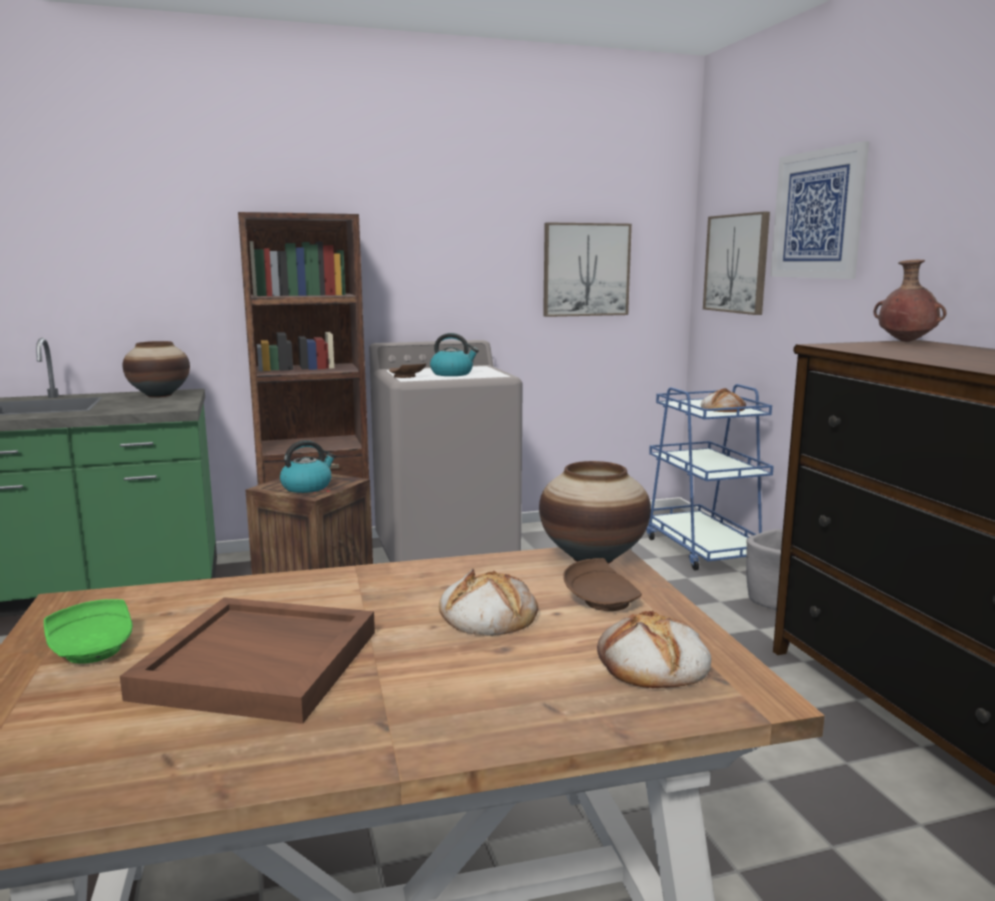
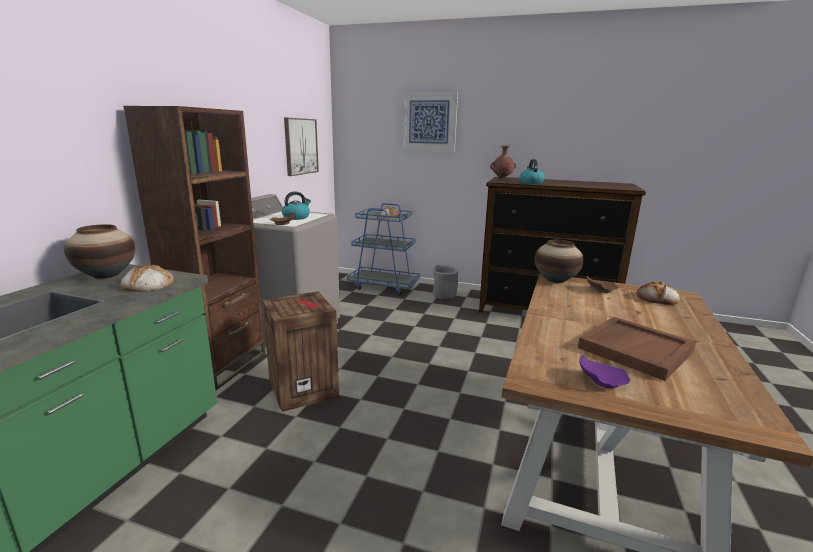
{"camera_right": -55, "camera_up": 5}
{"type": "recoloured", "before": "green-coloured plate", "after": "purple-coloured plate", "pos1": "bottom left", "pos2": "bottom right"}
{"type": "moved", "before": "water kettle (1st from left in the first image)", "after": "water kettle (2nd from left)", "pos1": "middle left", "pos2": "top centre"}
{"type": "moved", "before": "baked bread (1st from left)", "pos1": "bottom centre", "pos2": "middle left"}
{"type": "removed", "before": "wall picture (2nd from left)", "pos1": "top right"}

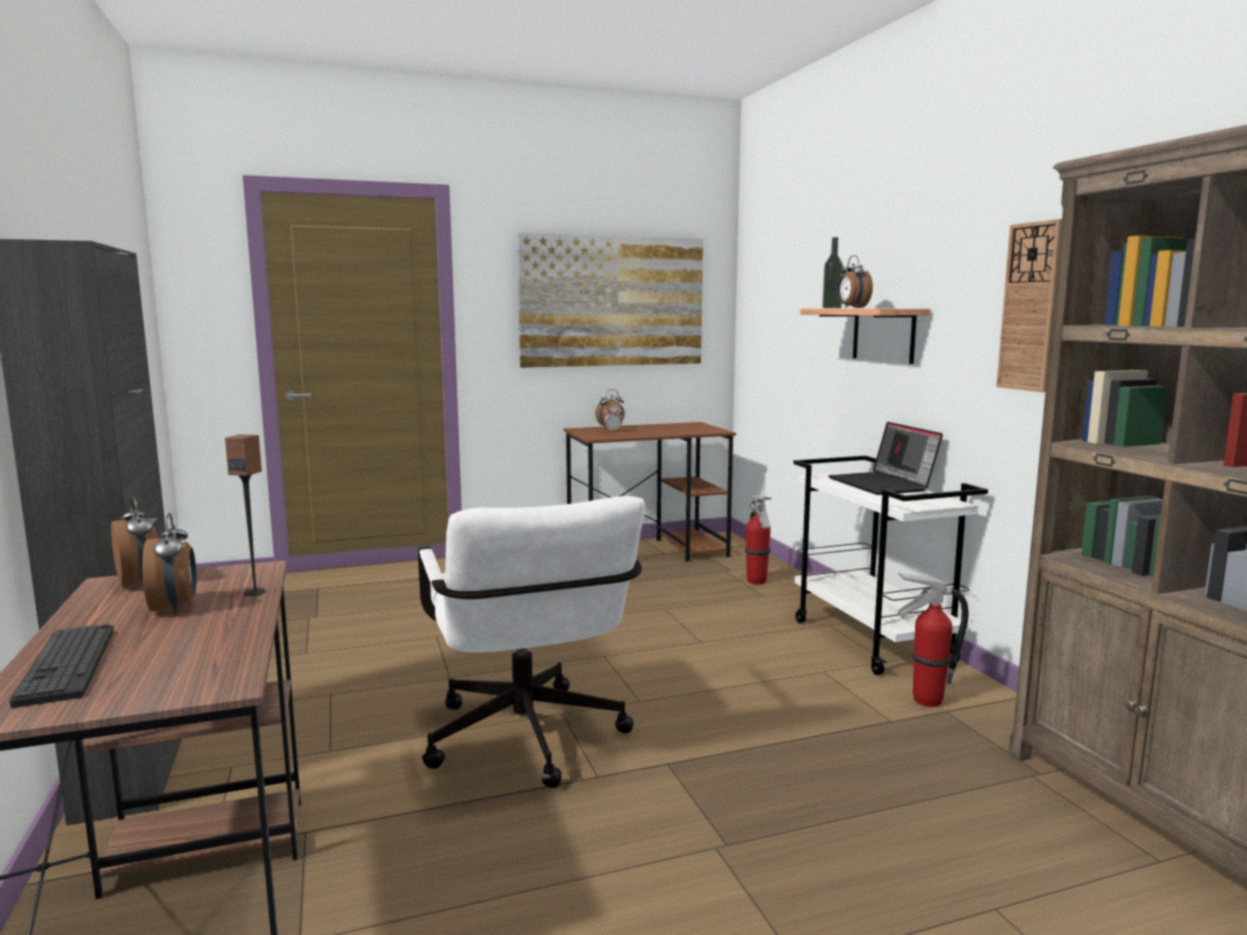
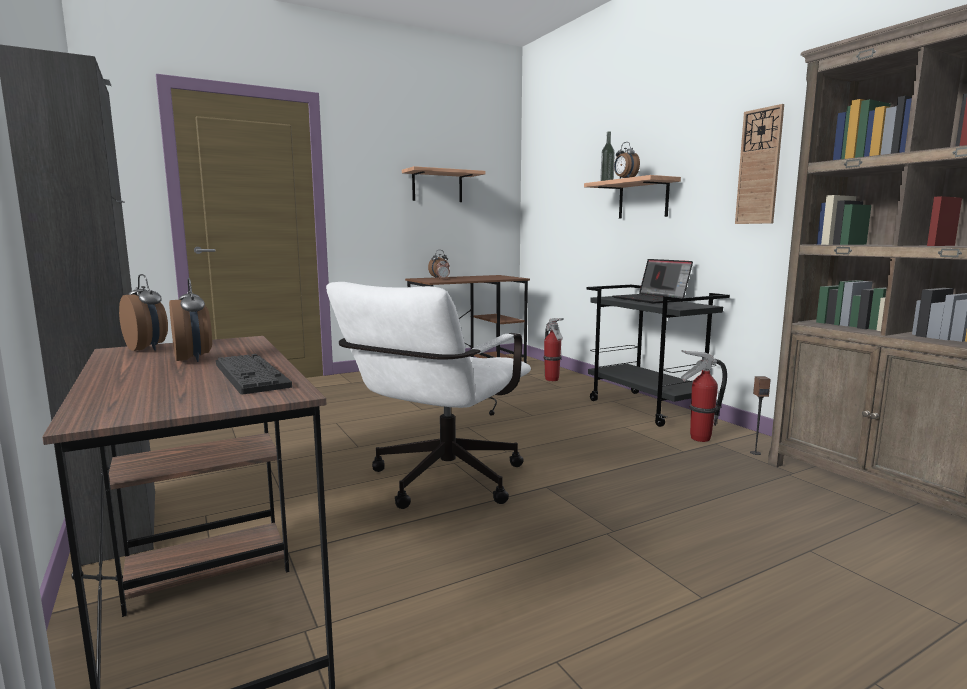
{"camera_right": -10, "camera_up": 0}
{"type": "moved", "before": "PC keyboard", "pos1": "bottom left", "pos2": "middle left"}
{"type": "moved", "before": "audio speaker", "pos1": "middle left", "pos2": "middle right"}
{"type": "turned", "before": "whitish computer chair", "pos1": "bottom centre", "pos2": "centre", "turn": 60}
{"type": "replaced", "before": "wall picture", "after": "shelf (1st from left)", "pos1": "top centre", "pos2": "top centre"}
{"type": "recoloured", "before": "whitish wheeled cart", "after": "black wheeled cart", "pos1": "middle right", "pos2": "middle right"}

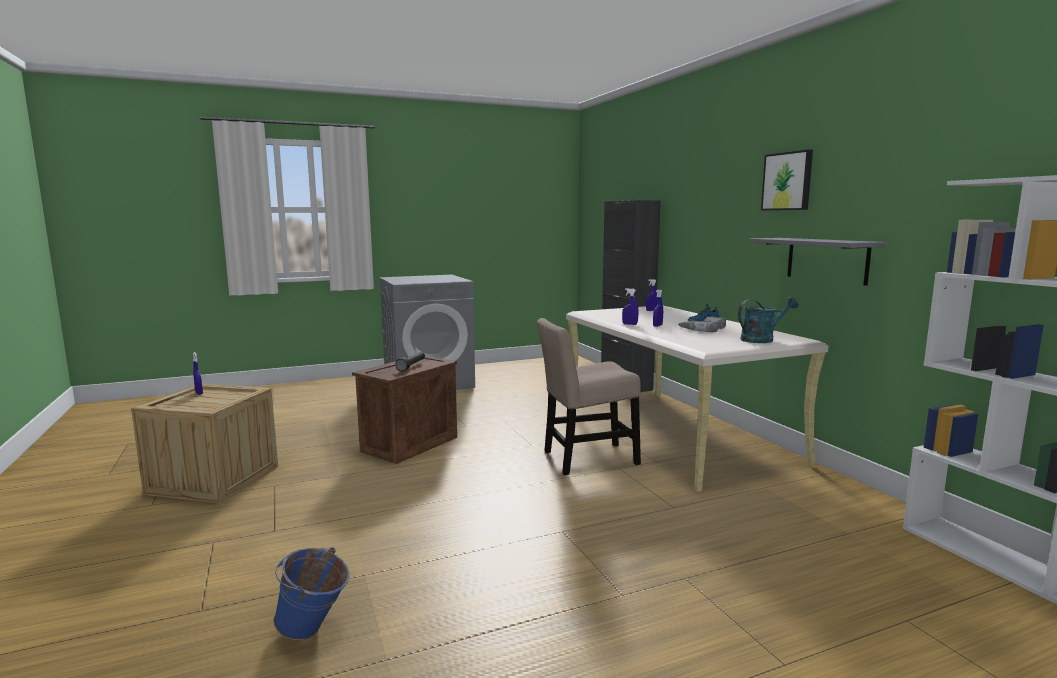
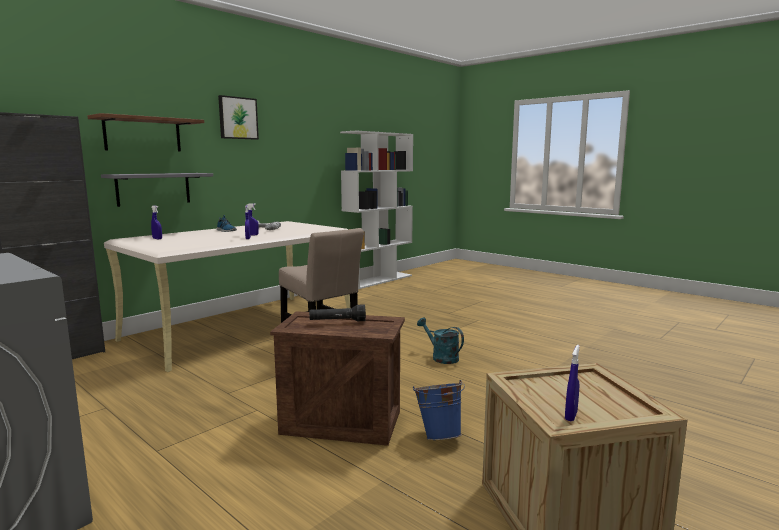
{"camera_right": -115, "camera_up": 0}
{"type": "moved", "before": "blue-coloured water bucket", "pos1": "bottom left", "pos2": "bottom centre"}
{"type": "moved", "before": "turquoise watering can", "pos1": "middle right", "pos2": "centre"}
{"type": "moved", "before": "gray shelf", "pos1": "middle right", "pos2": "middle left"}
{"type": "added", "after": "brownish shelf", "pos2": "top left"}

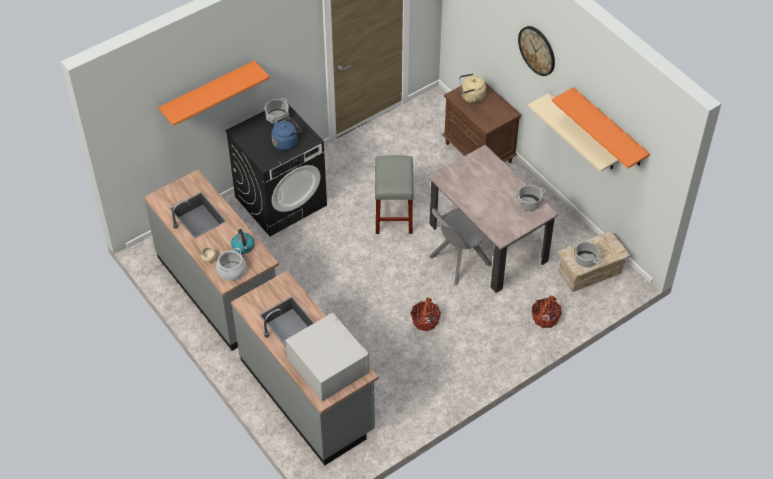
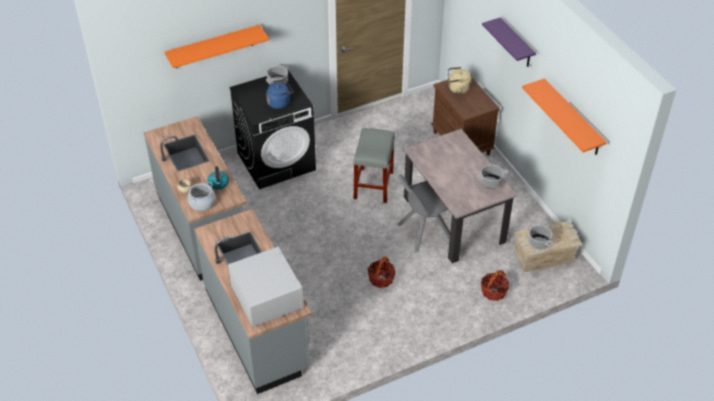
{"camera_right": 10, "camera_up": -5}
{"type": "replaced", "before": "wall clock", "after": "purple-coloured shelf", "pos1": "top right", "pos2": "top right"}
{"type": "removed", "before": "beige-coloured shelf", "pos1": "top right"}

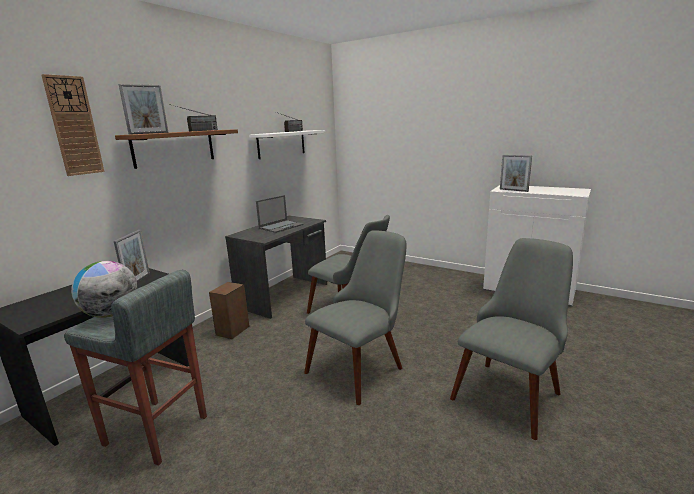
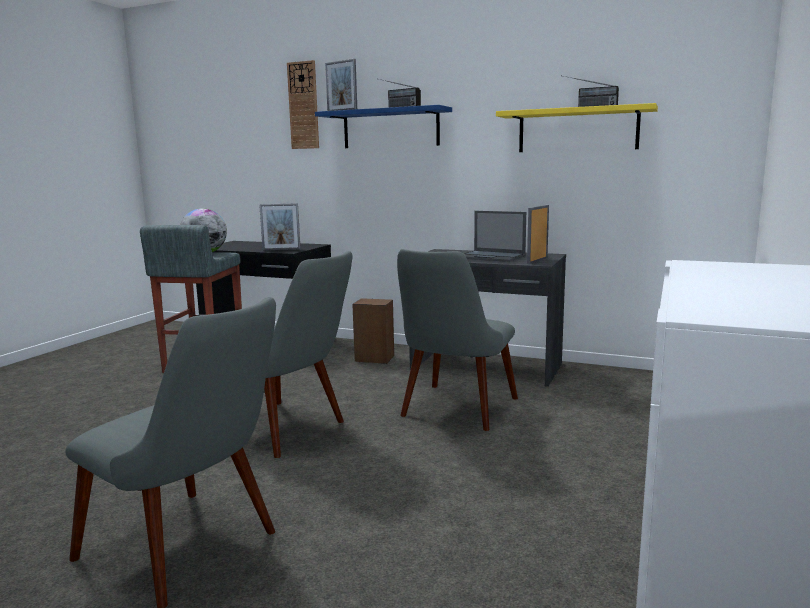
{"camera_right": 80, "camera_up": -5}
{"type": "recoloured", "before": "brownish shelf", "after": "blue-coloured shelf", "pos1": "top left", "pos2": "top centre"}
{"type": "recoloured", "before": "whitish shelf", "after": "yellow-coloured shelf", "pos1": "top centre", "pos2": "top right"}
{"type": "moved", "before": "picture frame (3rd from left)", "pos1": "middle right", "pos2": "centre"}

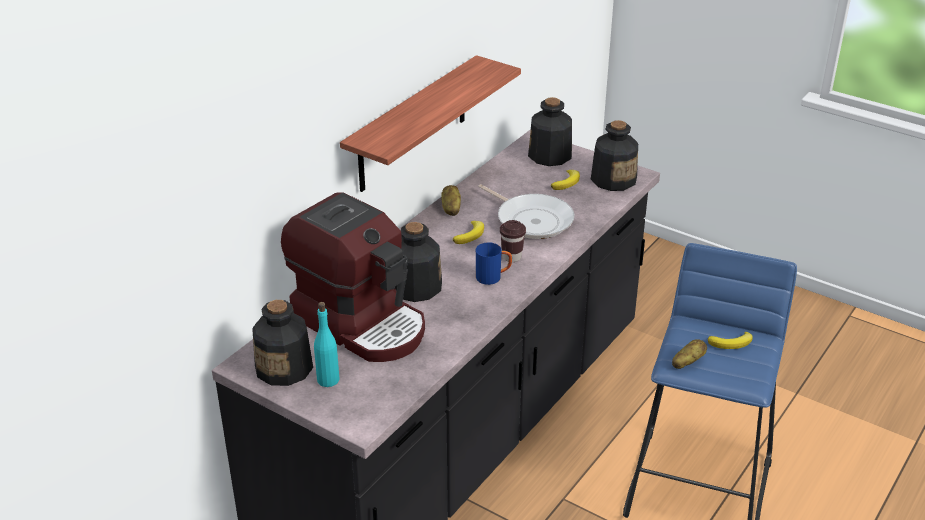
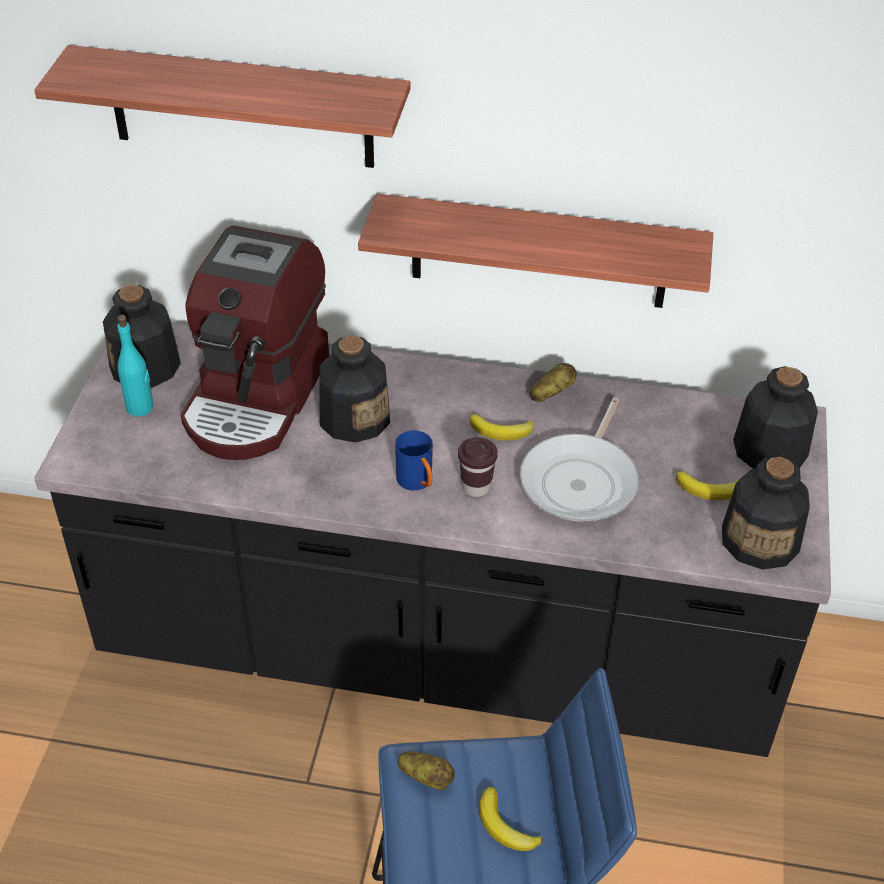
{"camera_right": 65, "camera_up": 10}
{"type": "added", "after": "shelf (1st from left)", "pos2": "top left"}

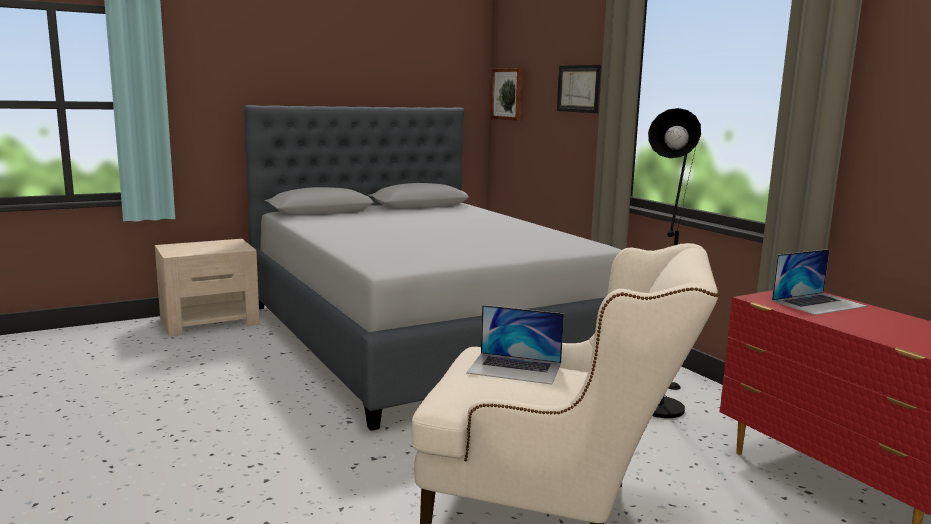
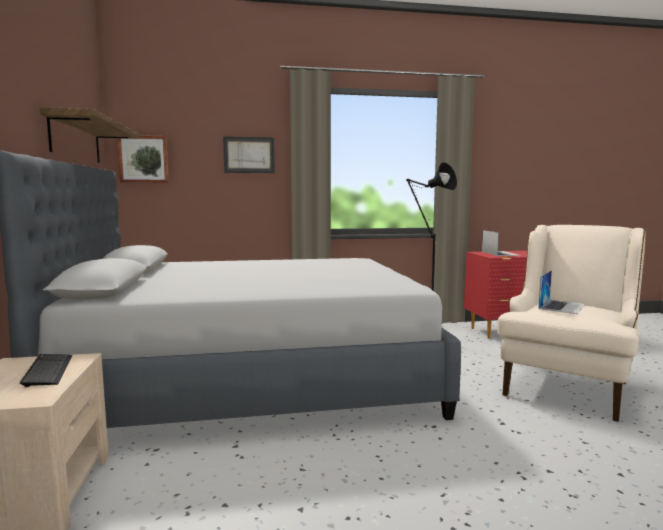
{"camera_right": -70, "camera_up": -5}
{"type": "added", "after": "PC keyboard", "pos2": "bottom left"}
{"type": "added", "after": "shelf", "pos2": "top left"}

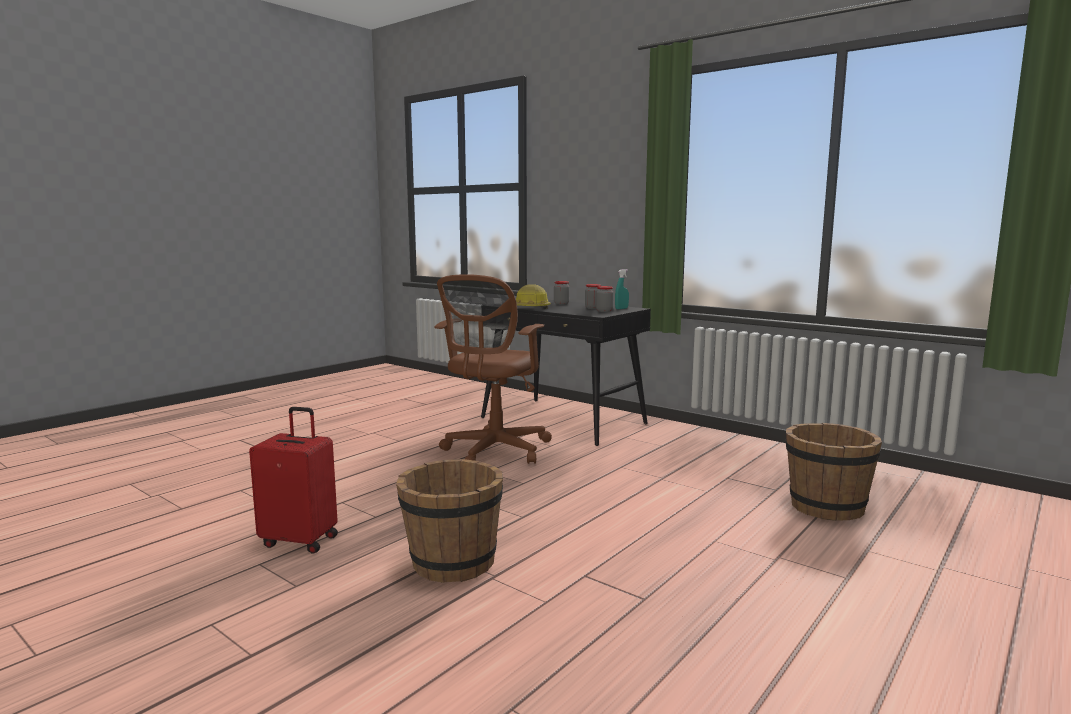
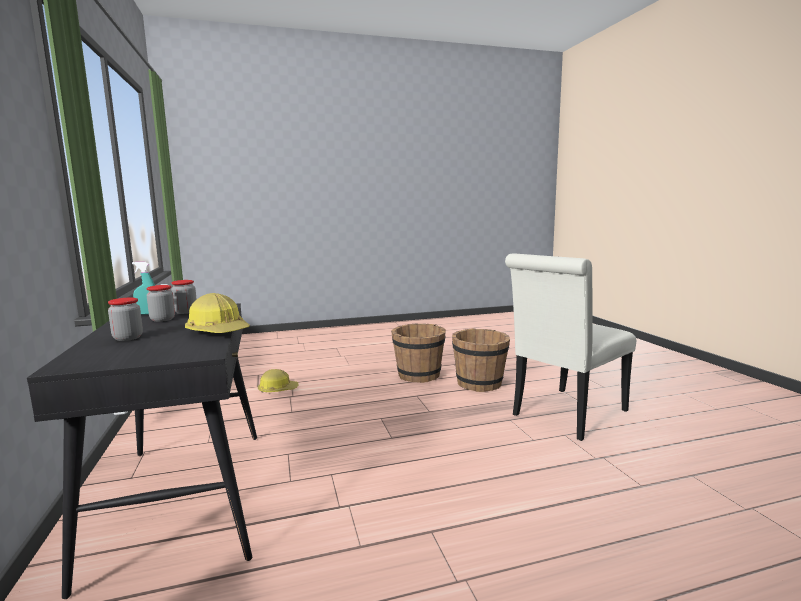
{"camera_right": -145, "camera_up": 0}
{"type": "replaced", "before": "reddish travel case", "after": "whitish plain chair", "pos1": "bottom left", "pos2": "middle right"}
{"type": "removed", "before": "brownish computer chair", "pos1": "centre"}
{"type": "moved", "before": "brownish water bucket (2nd from left in the first image)", "after": "brownish water bucket (1st from left)", "pos1": "middle right", "pos2": "centre"}
{"type": "added", "after": "safety helmet (2nd from left)", "pos2": "centre"}

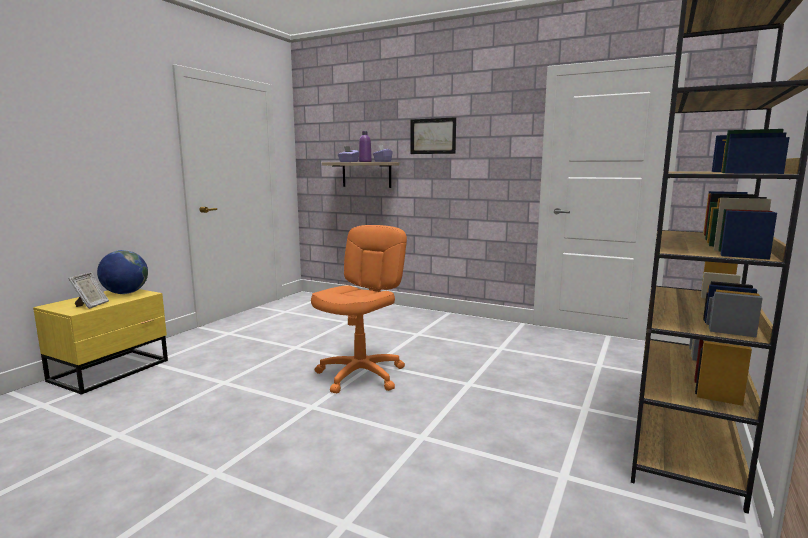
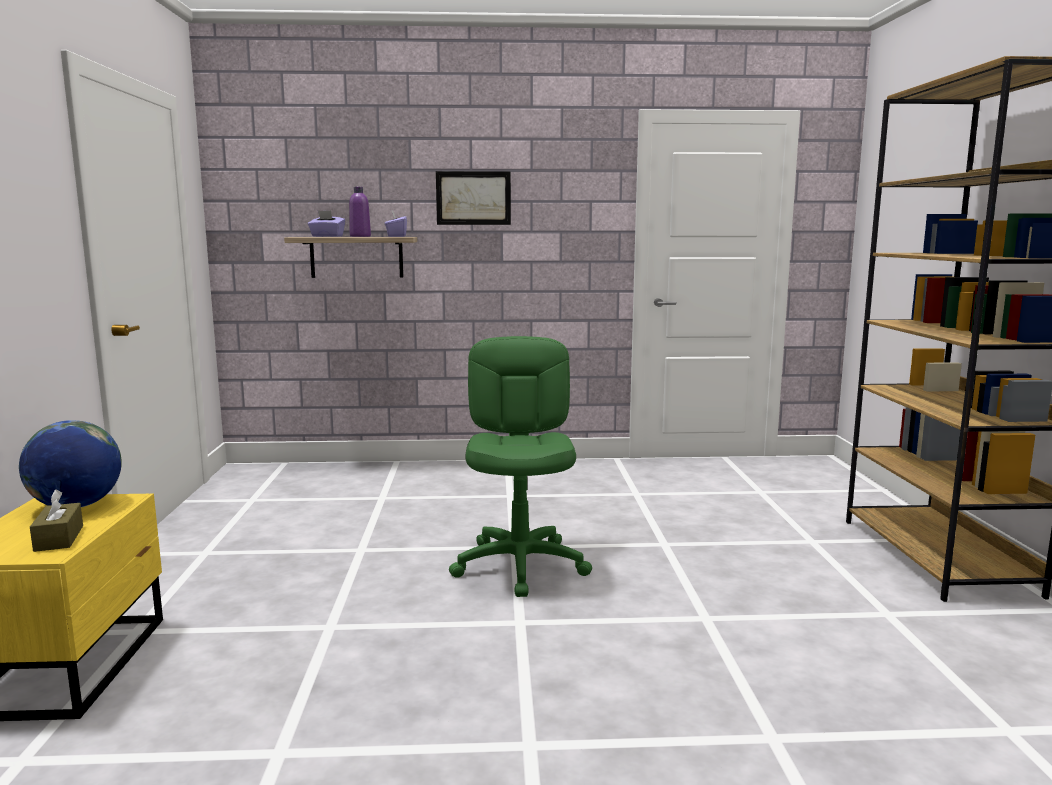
{"camera_right": -30, "camera_up": 0}
{"type": "replaced", "before": "picture frame", "after": "brownish tissue holder", "pos1": "middle left", "pos2": "middle left"}
{"type": "recoloured", "before": "orangey computer chair", "after": "green-coloured computer chair", "pos1": "centre", "pos2": "centre"}

